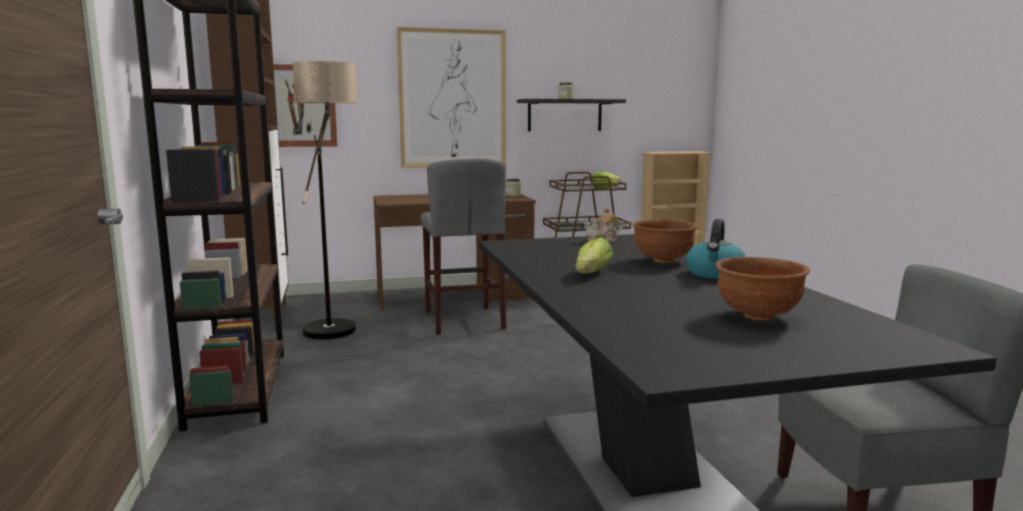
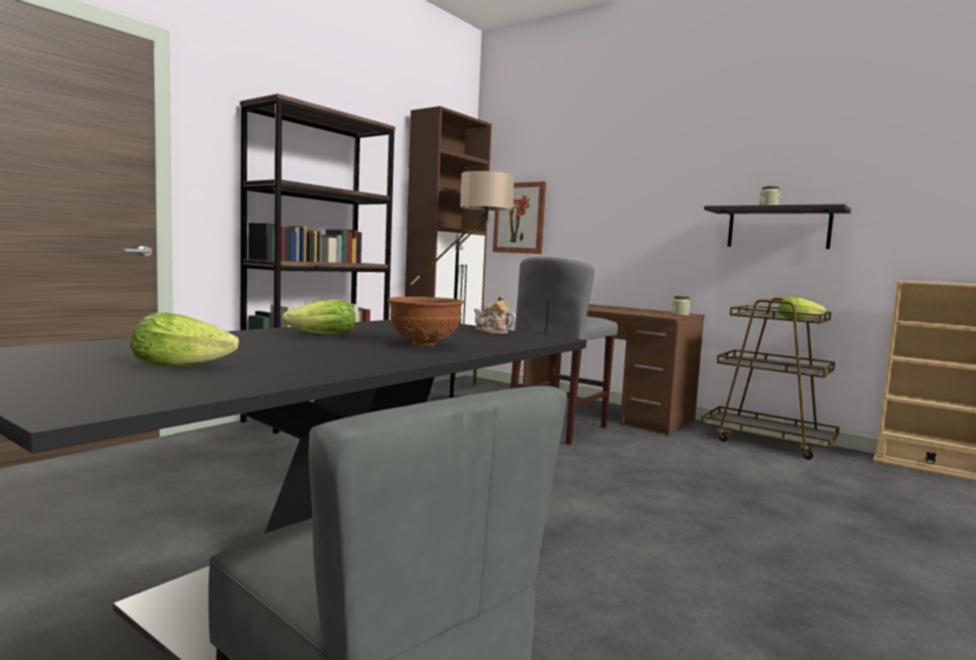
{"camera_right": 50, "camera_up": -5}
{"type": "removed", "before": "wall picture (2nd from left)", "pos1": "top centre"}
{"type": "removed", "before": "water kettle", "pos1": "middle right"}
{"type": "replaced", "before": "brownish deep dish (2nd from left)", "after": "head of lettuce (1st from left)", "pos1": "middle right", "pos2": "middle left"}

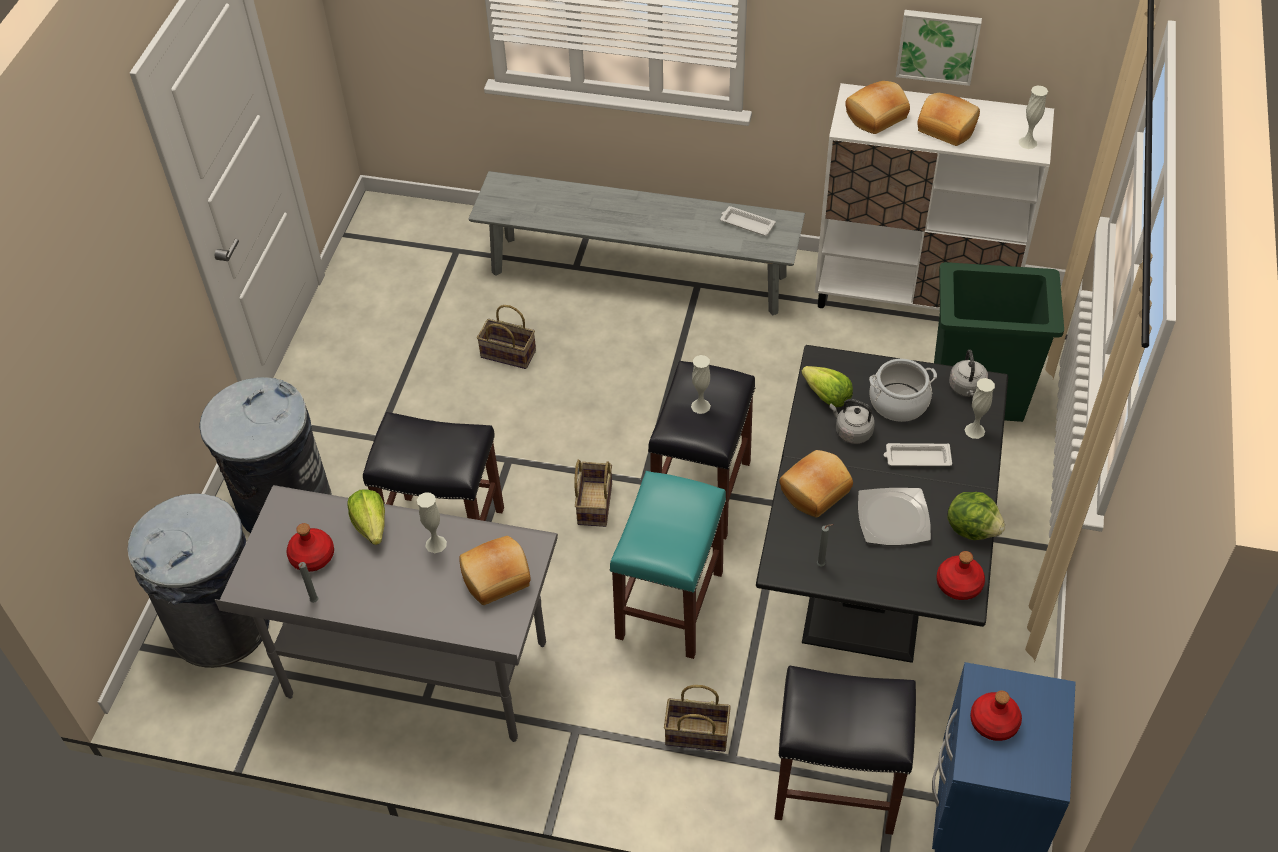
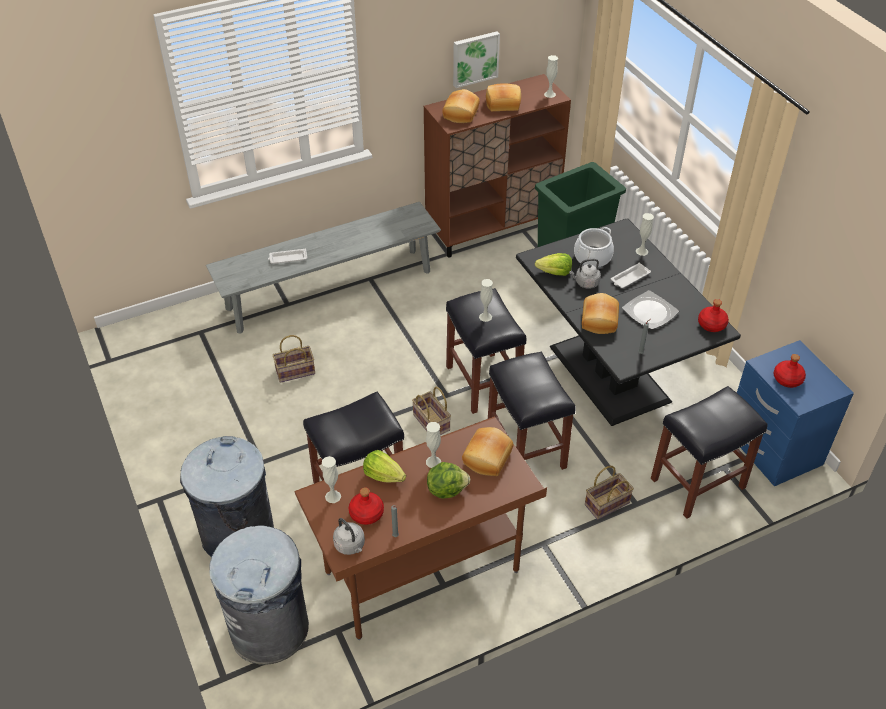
{"camera_right": -40, "camera_up": -5}
{"type": "recoloured", "before": "gray desk", "after": "brownish desk", "pos1": "bottom left", "pos2": "bottom centre"}
{"type": "recoloured", "before": "turquoise stool seat", "after": "black stool seat (3rd from left)", "pos1": "centre", "pos2": "centre"}
{"type": "moved", "before": "whitish carrying tray (1st from left)", "pos1": "top centre", "pos2": "middle left"}
{"type": "recoloured", "before": "whitish cupboard", "after": "brownish cupboard", "pos1": "top right", "pos2": "top centre"}
{"type": "moved", "before": "head of lettuce (3rd from left in the first image)", "after": "head of lettuce (2nd from left)", "pos1": "middle right", "pos2": "bottom centre"}
{"type": "moved", "before": "gray water kettle (2nd from left in the first image)", "after": "gray water kettle (1st from left)", "pos1": "middle right", "pos2": "bottom centre"}
{"type": "added", "after": "whitish vase (1st from left)", "pos2": "bottom centre"}

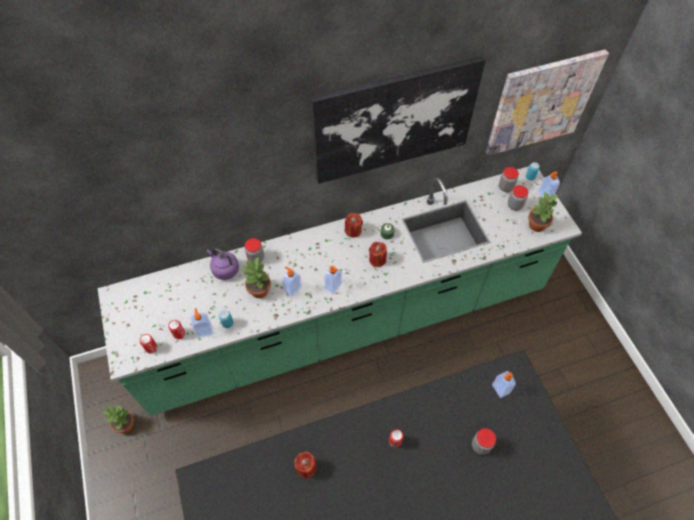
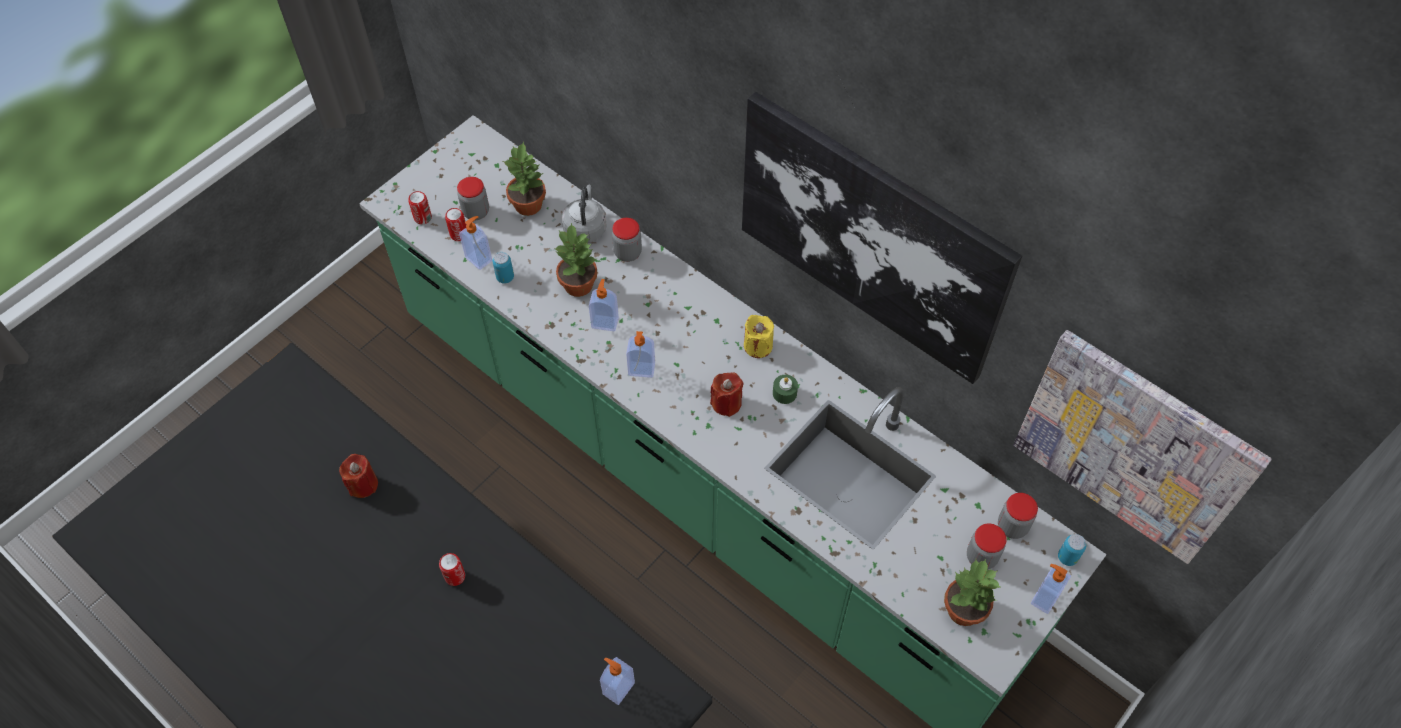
{"camera_right": 60, "camera_up": 0}
{"type": "moved", "before": "houseplant (1st from left)", "pos1": "bottom left", "pos2": "top centre"}
{"type": "recoloured", "before": "purple-coloured water kettle", "after": "gray water kettle", "pos1": "middle left", "pos2": "top centre"}
{"type": "recoloured", "before": "reddish wax light (2nd from left)", "after": "yellow-coloured wax light", "pos1": "centre", "pos2": "centre"}
{"type": "moved", "before": "storage jar (2nd from left in the first image)", "after": "storage jar (1st from left)", "pos1": "bottom right", "pos2": "top centre"}

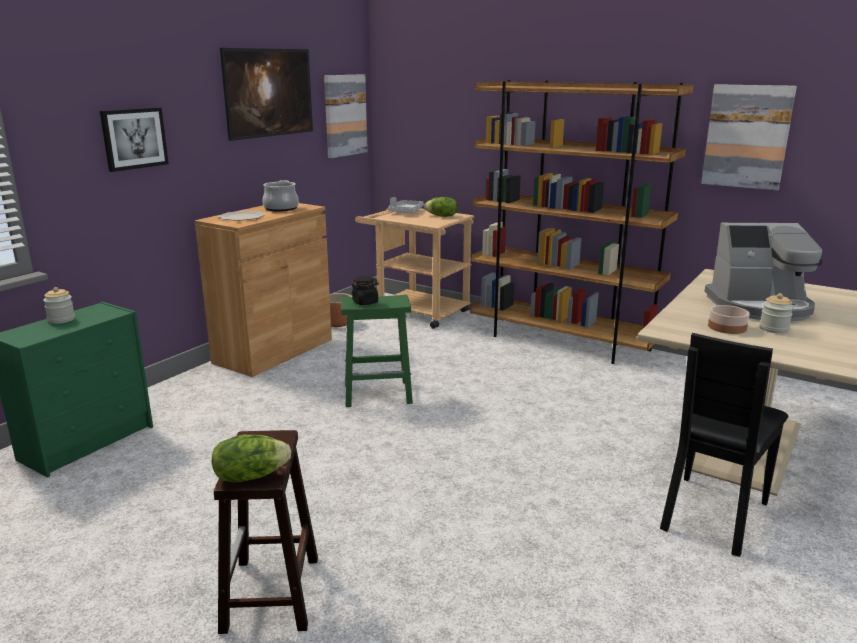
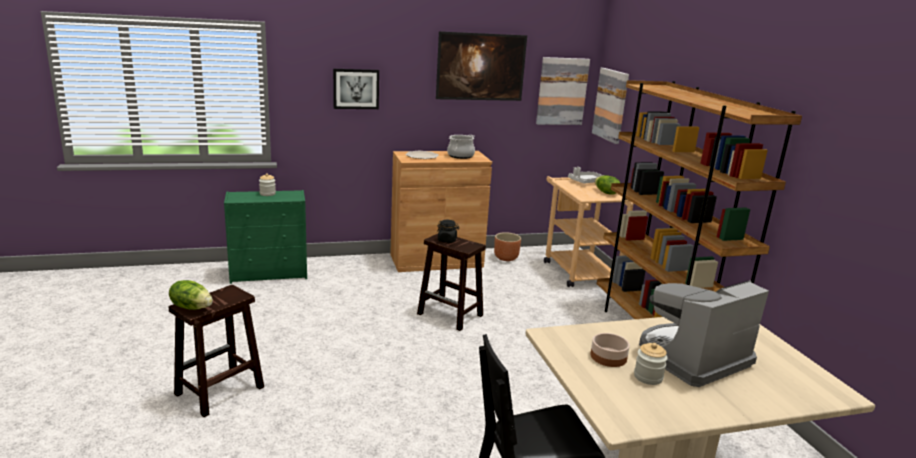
{"camera_right": 40, "camera_up": 0}
{"type": "recoloured", "before": "green-coloured stool seat", "after": "brownish stool seat (2nd from left)", "pos1": "centre", "pos2": "centre"}
{"type": "moved", "before": "wall picture (4th from left)", "pos1": "top right", "pos2": "top centre"}
{"type": "turned", "before": "coffee machine", "pos1": "middle right", "pos2": "bottom right", "turn": 105}

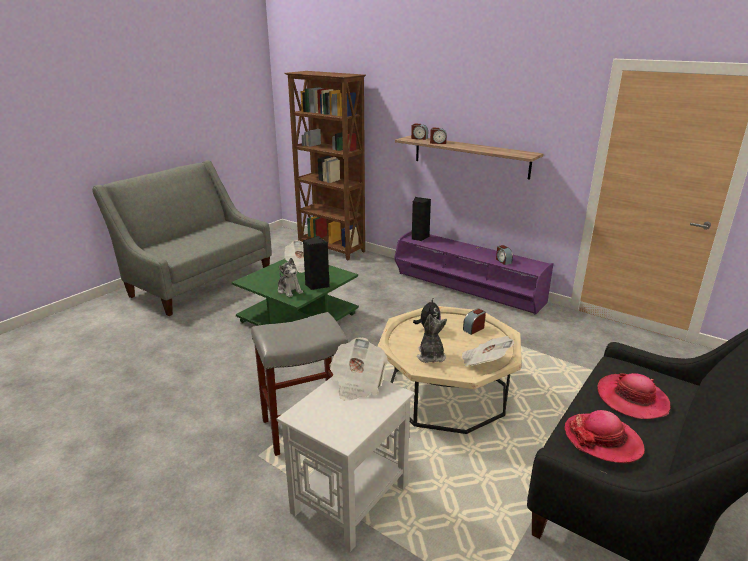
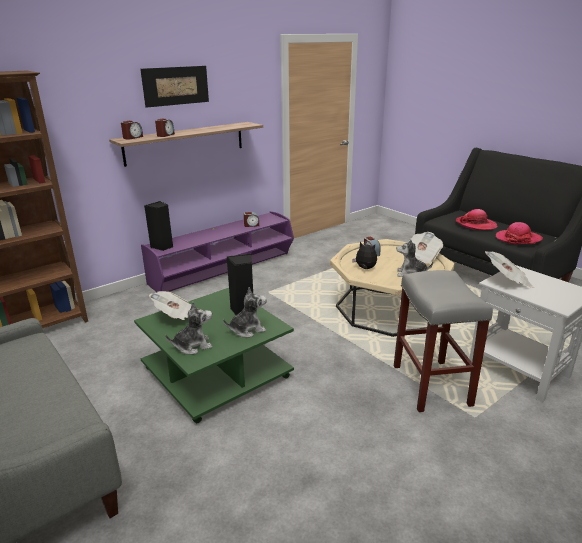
{"camera_right": -75, "camera_up": 0}
{"type": "added", "after": "wall picture", "pos2": "top left"}
{"type": "added", "after": "soft toy (1st from left)", "pos2": "middle left"}

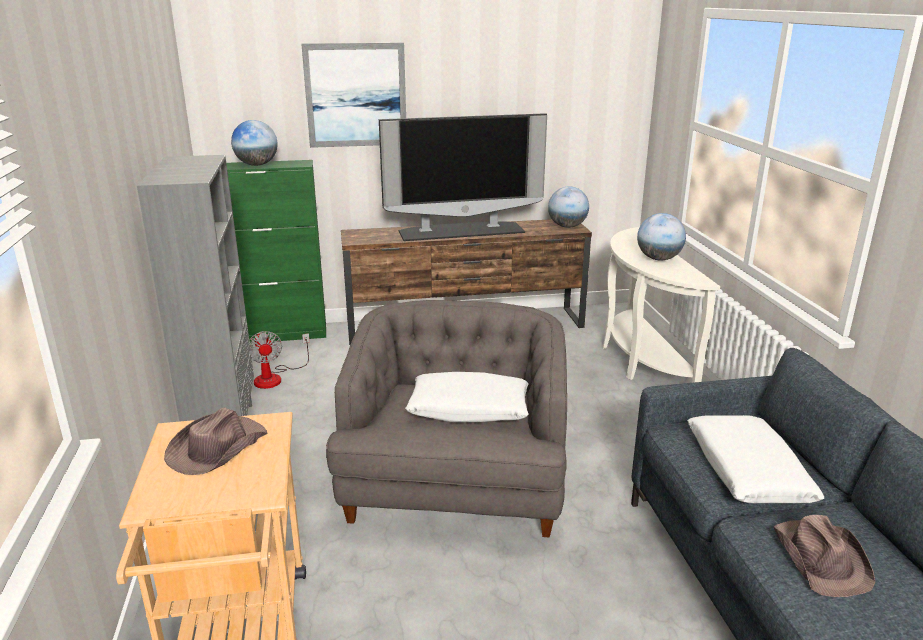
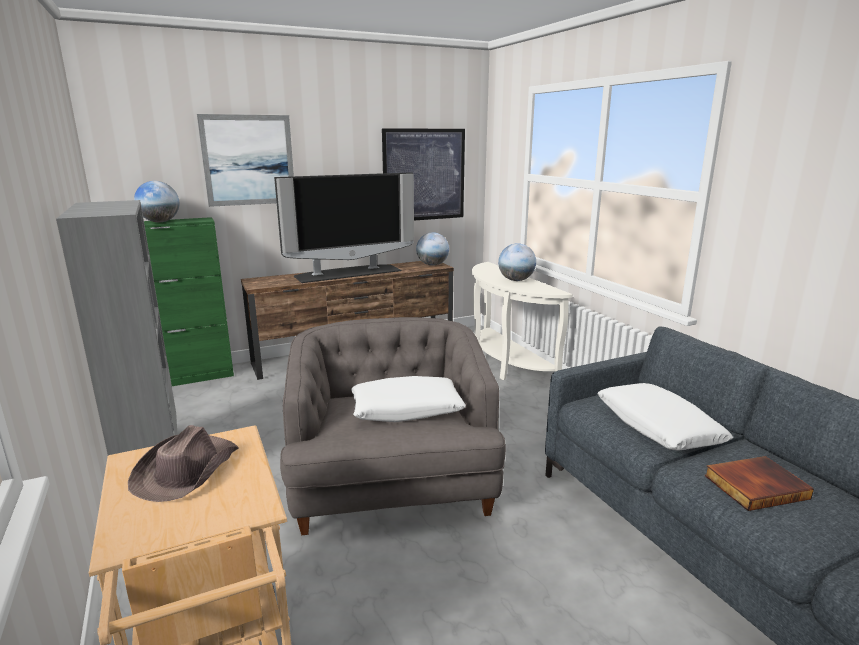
{"camera_right": -15, "camera_up": -5}
{"type": "removed", "before": "cooling fan", "pos1": "middle left"}
{"type": "replaced", "before": "brownish wearable hat (2nd from left)", "after": "book", "pos1": "bottom right", "pos2": "bottom right"}
{"type": "added", "after": "wall picture (2nd from left)", "pos2": "top centre"}

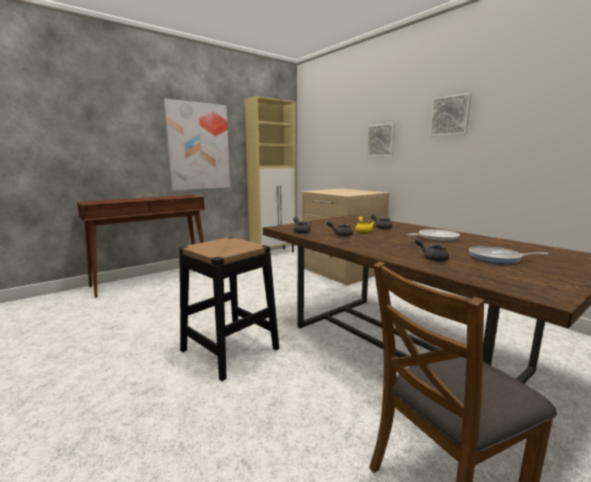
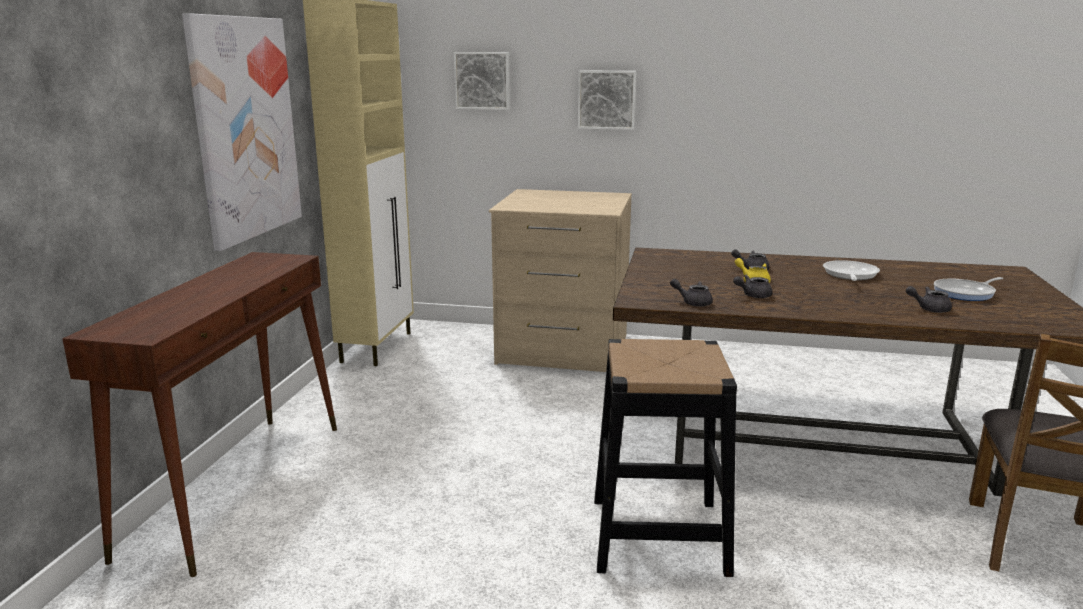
{"camera_right": -40, "camera_up": 5}
{"type": "moved", "before": "wall picture (3rd from left in the first image)", "after": "wall picture (2nd from left)", "pos1": "top right", "pos2": "top centre"}

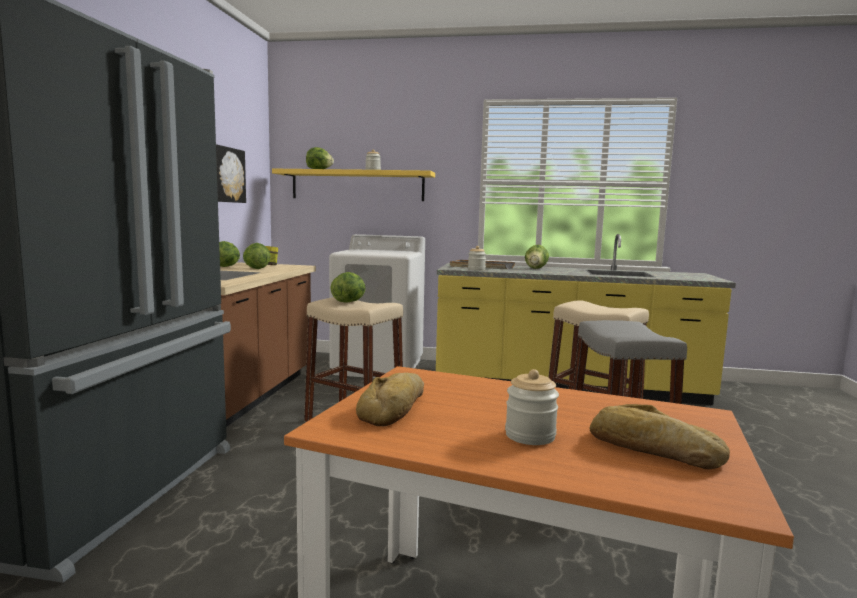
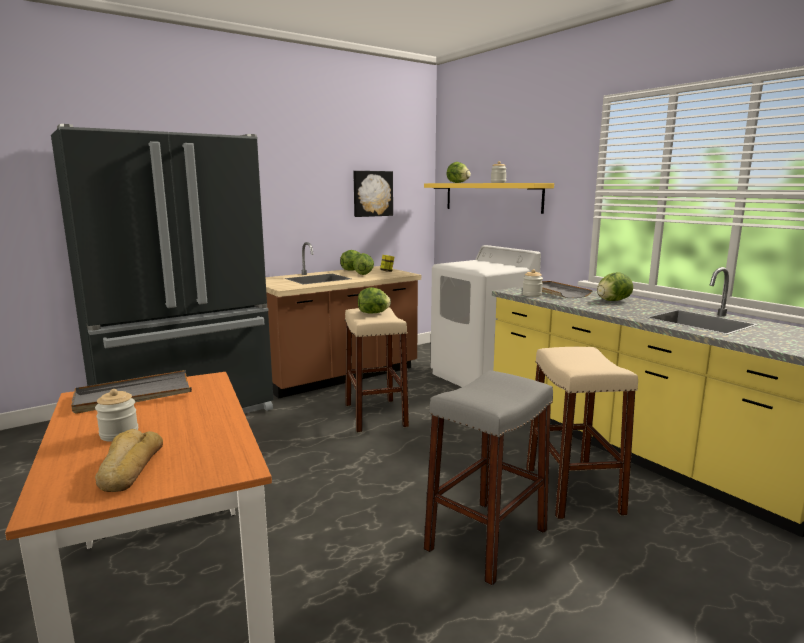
{"camera_right": 45, "camera_up": 5}
{"type": "replaced", "before": "baked bread (1st from left)", "after": "gray carrying tray (1st from left)", "pos1": "bottom centre", "pos2": "middle left"}

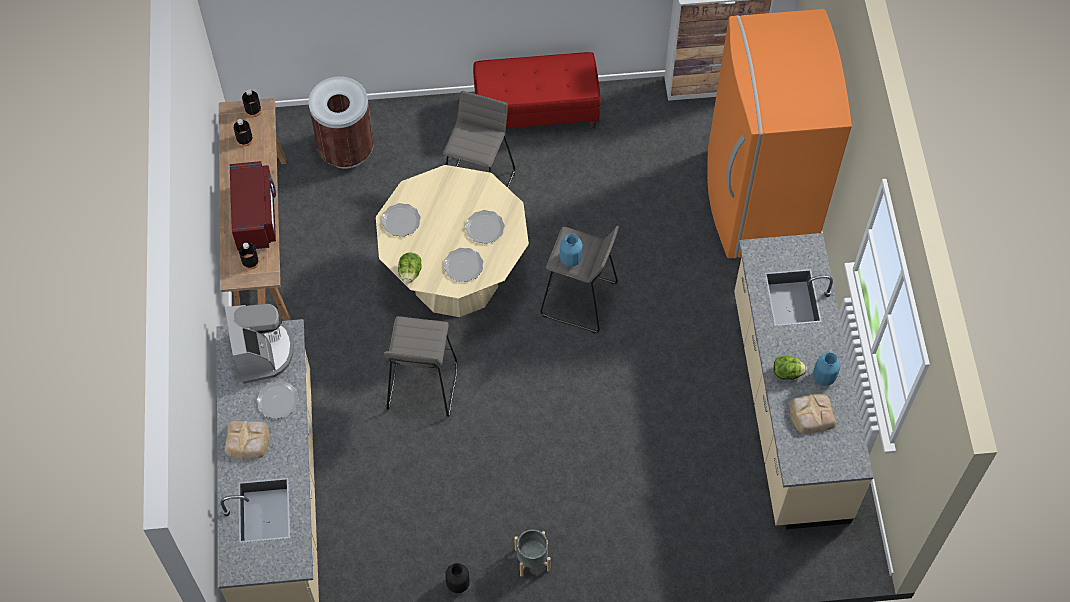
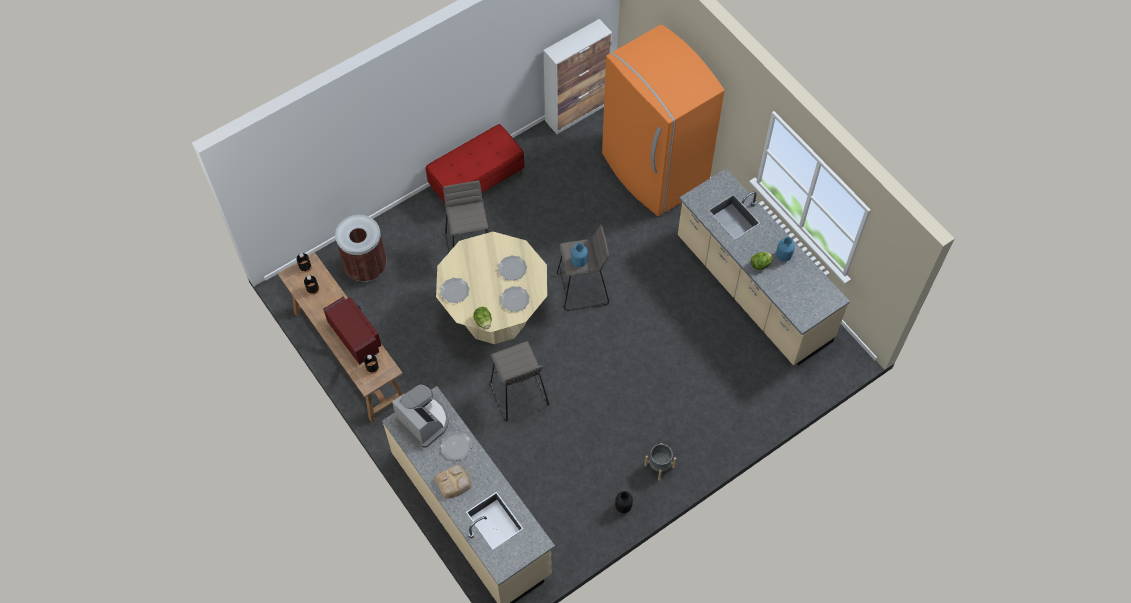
{"camera_right": -30, "camera_up": 0}
{"type": "removed", "before": "baked bread (2nd from left)", "pos1": "bottom right"}

